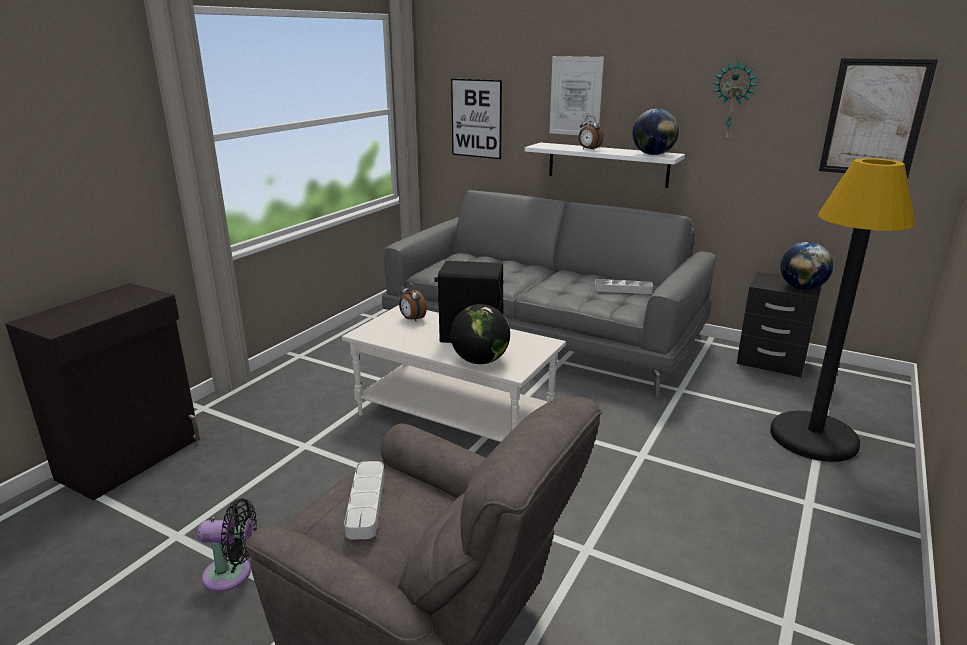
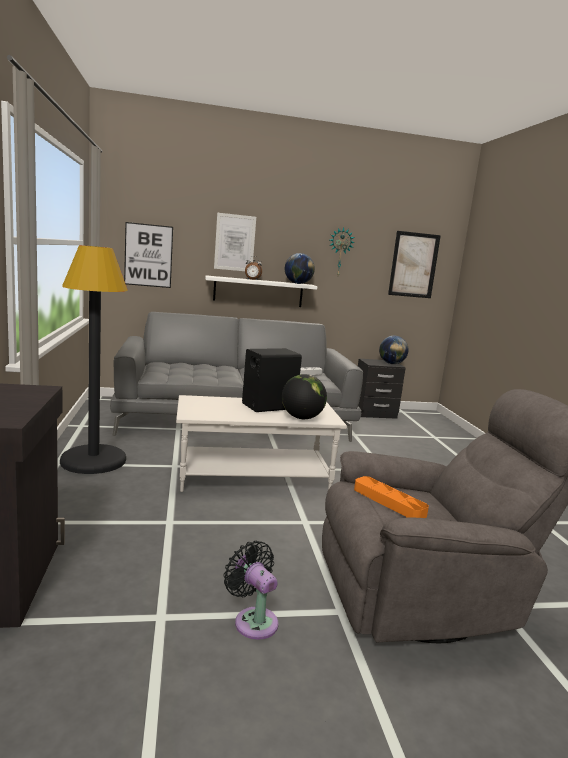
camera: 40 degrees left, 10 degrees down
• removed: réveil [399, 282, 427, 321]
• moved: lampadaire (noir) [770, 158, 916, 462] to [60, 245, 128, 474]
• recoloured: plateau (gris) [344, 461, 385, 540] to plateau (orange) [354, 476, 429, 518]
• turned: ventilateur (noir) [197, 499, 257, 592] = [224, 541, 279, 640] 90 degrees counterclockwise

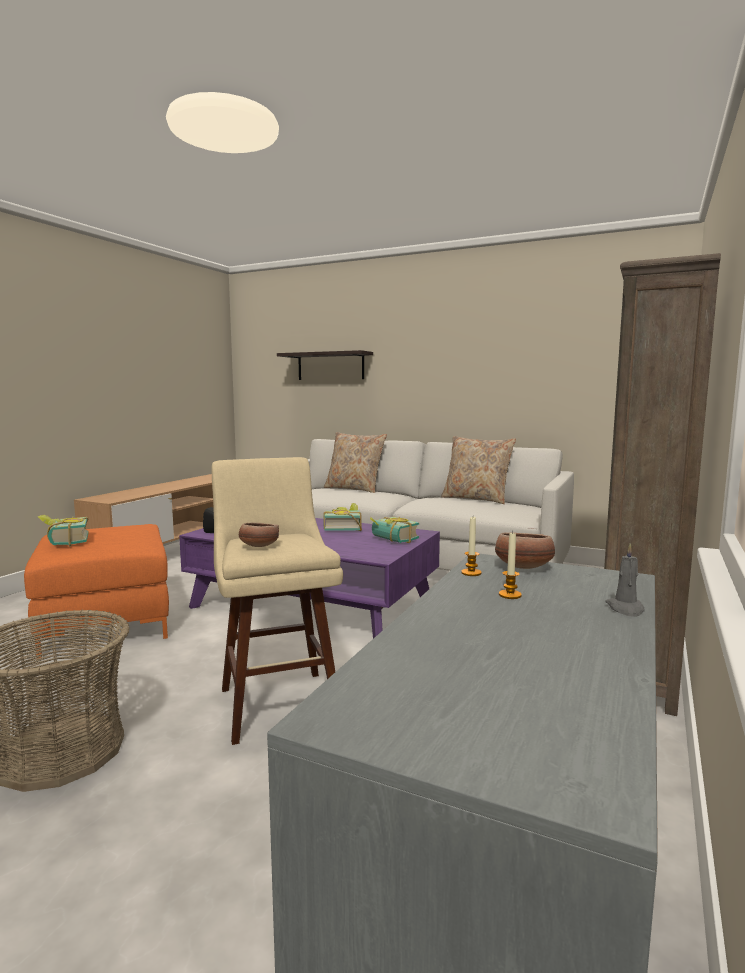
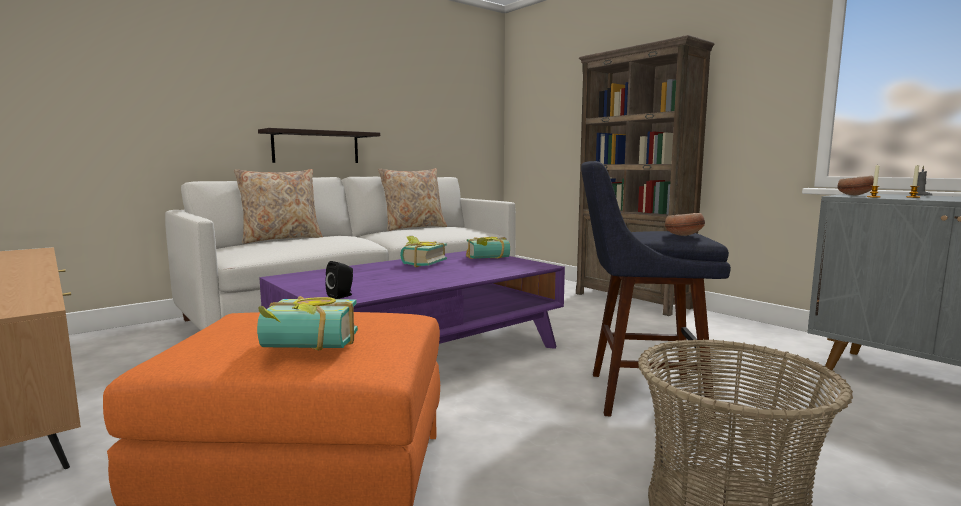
camera: 65 degrees left, 0 degrees up
• moved: étagère [277, 350, 373, 380] to [258, 128, 380, 163]
• recoloured: tabouret (beige) [212, 457, 343, 745] to tabouret (bleu) [581, 161, 731, 419]

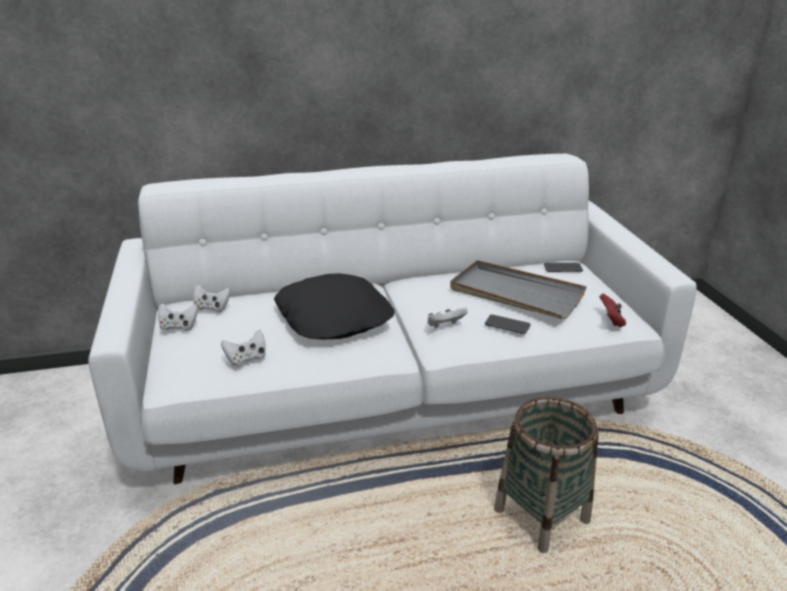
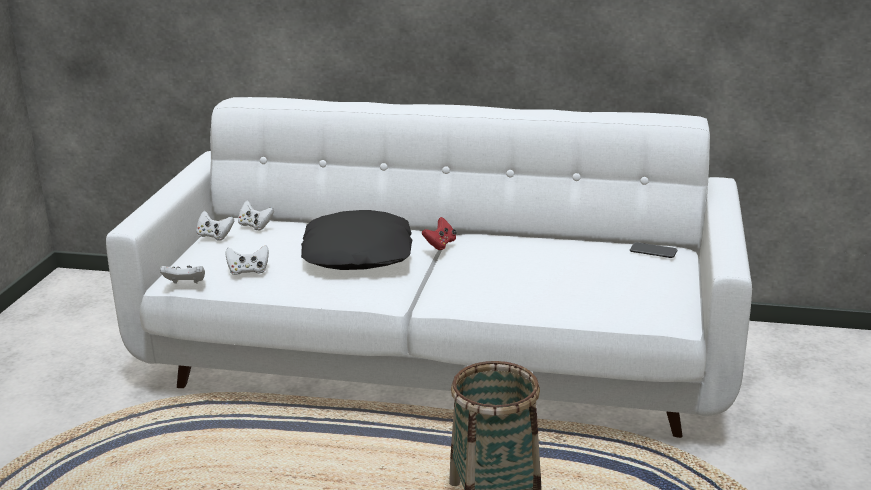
camera: 25 degrees right, 5 degrees down
• removed: plateau (gris) [450, 260, 587, 319]
• removed: téléphone [485, 315, 530, 334]
• moved: manette (blanc) [427, 308, 468, 328] to [160, 266, 205, 283]
• moved: manette (rouge) [600, 294, 626, 327] to [422, 217, 457, 250]

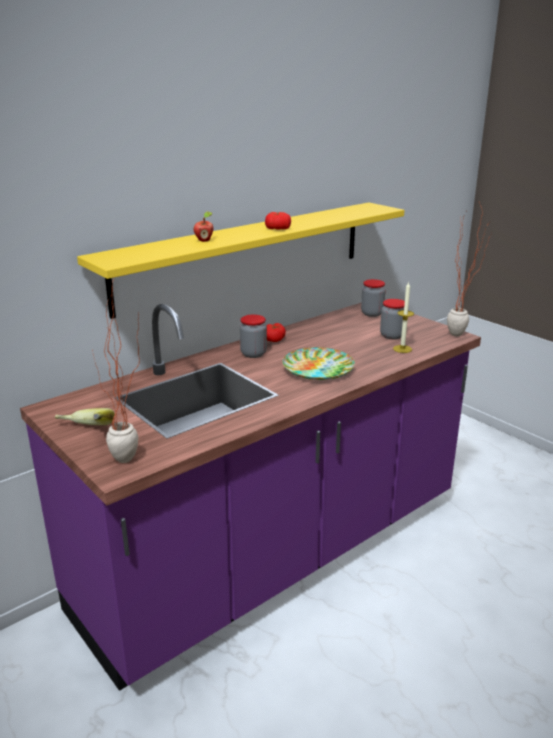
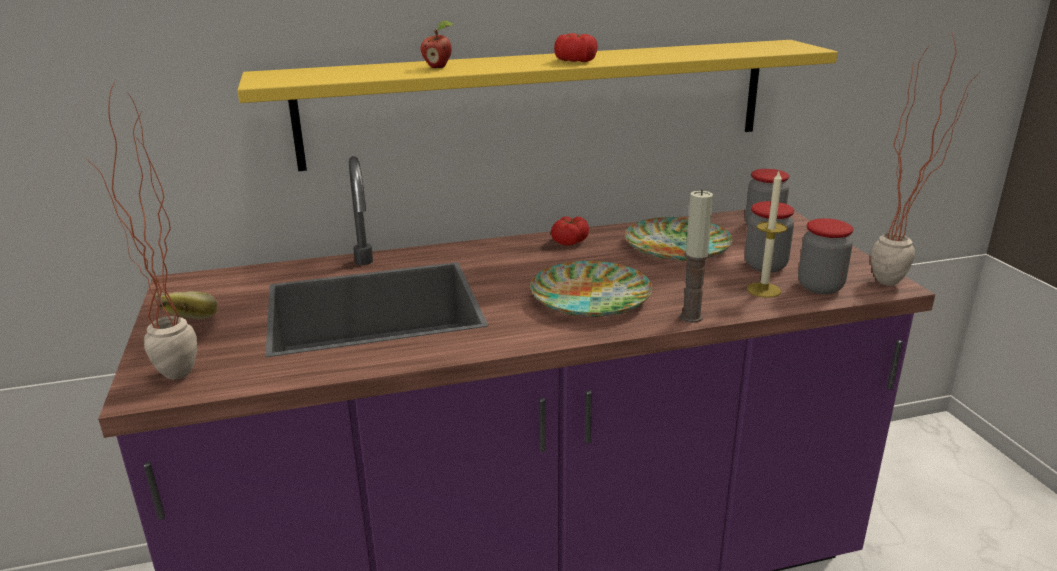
camera: 25 degrees right, 0 degrees up
• added: assiette [625, 217, 733, 261]
• added: bougie [680, 190, 713, 323]
• moved: bocal [240, 314, 267, 358] to [798, 218, 853, 294]

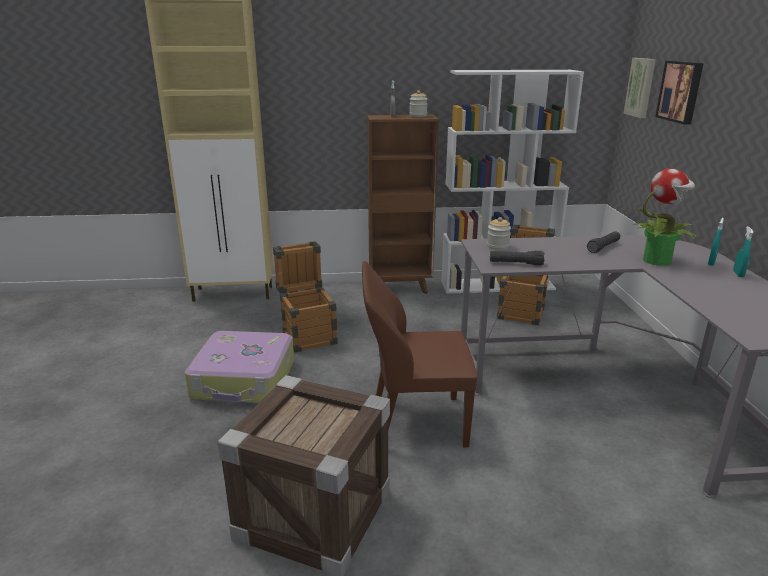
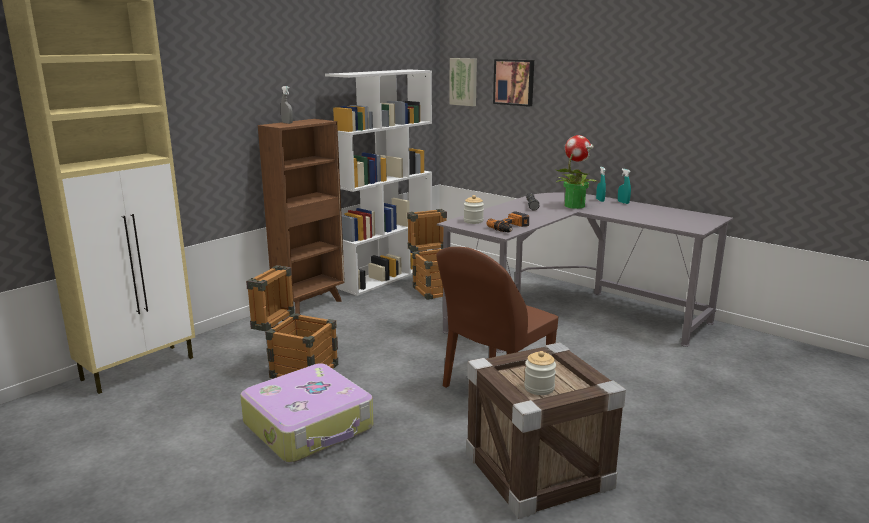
camera: 45 degrees left, 5 degrees down
• moved: bocal [409, 90, 428, 117] to [524, 351, 556, 395]
• replaced: lampe de poche (noir) [490, 251, 545, 265] to perceuse [487, 211, 529, 233]

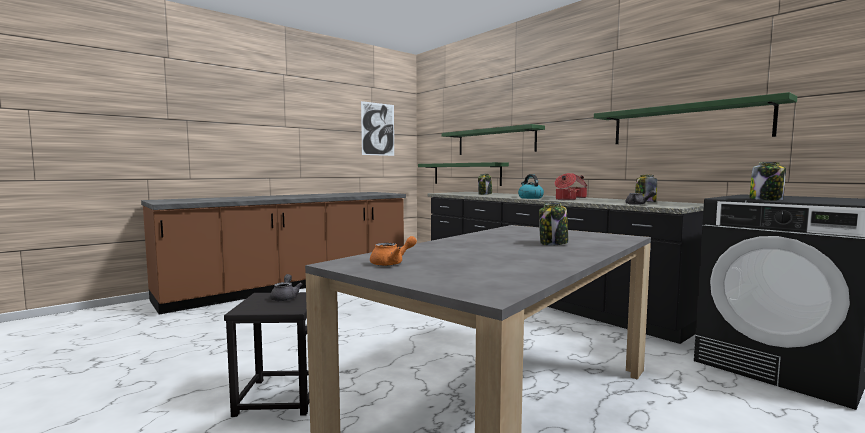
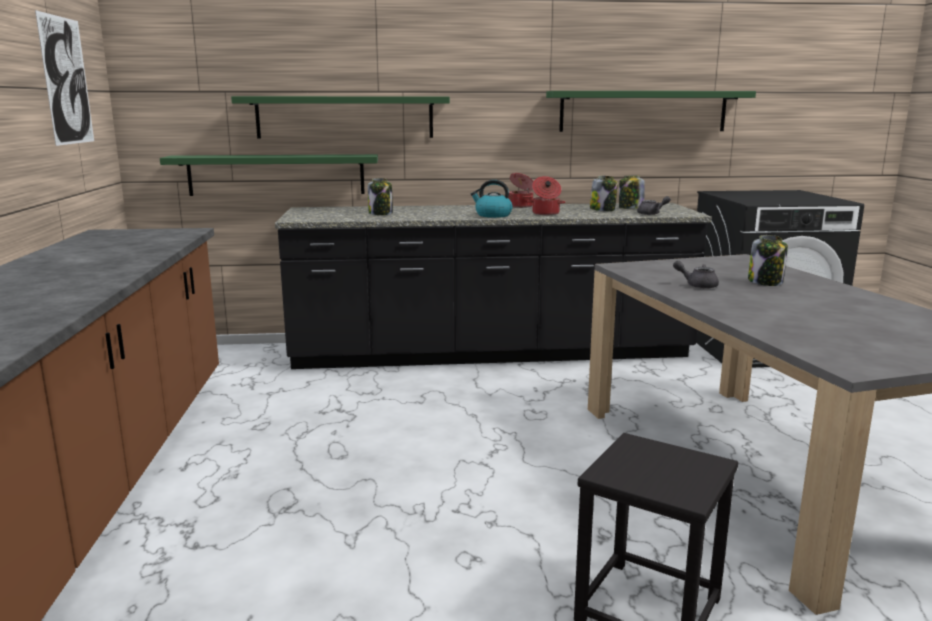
camera: 55 degrees left, 10 degrees up
• removed: théière (orange) [370, 236, 417, 266]
• moved: théière (gris) [270, 274, 302, 301] to [673, 260, 719, 289]
• moved: bocal [750, 162, 786, 201] to [590, 176, 618, 211]

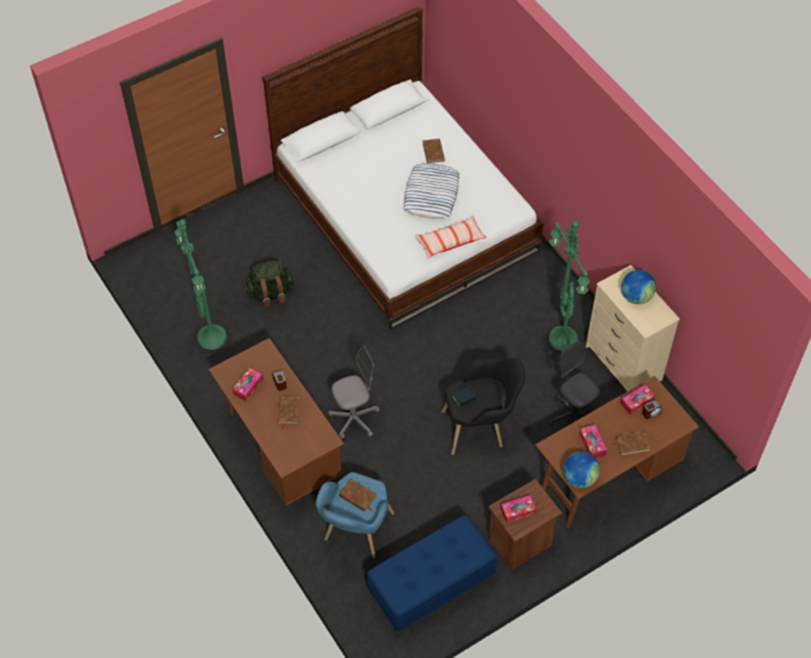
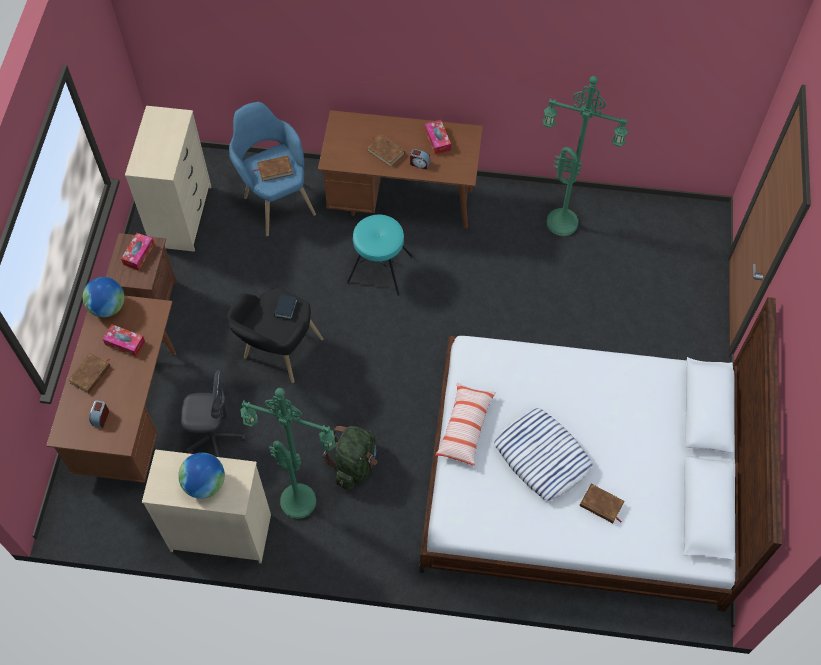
camera: 130 degrees right, 5 degrees up
• removed: boîte à mouchoirs [620, 384, 655, 415]
• moved: sac à dos (vert) [245, 261, 295, 309] to [323, 426, 377, 490]
• replaced: chaise de bureau (gris) [328, 346, 380, 439] to tabouret (turquoise) [347, 215, 412, 296]
• replaced: banc (bleu) [366, 515, 497, 634] to commode (beige) [125, 106, 211, 252]

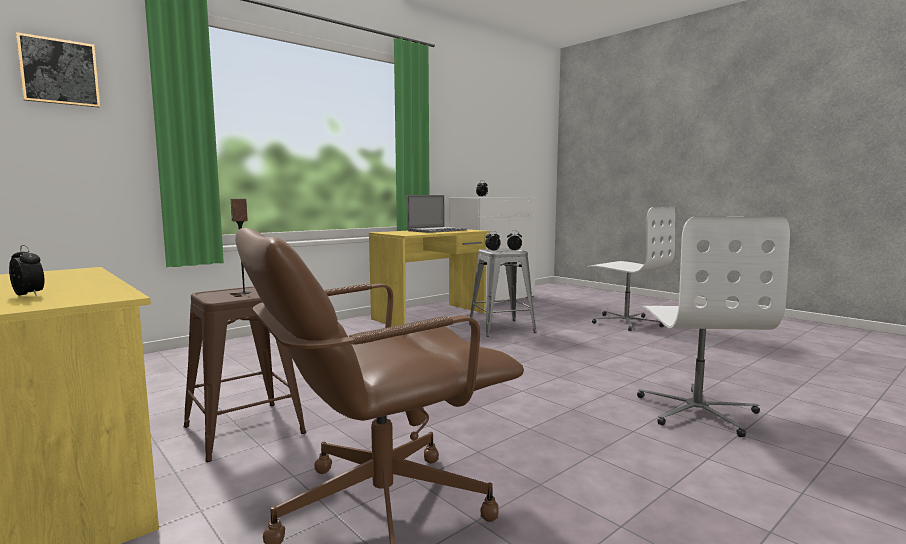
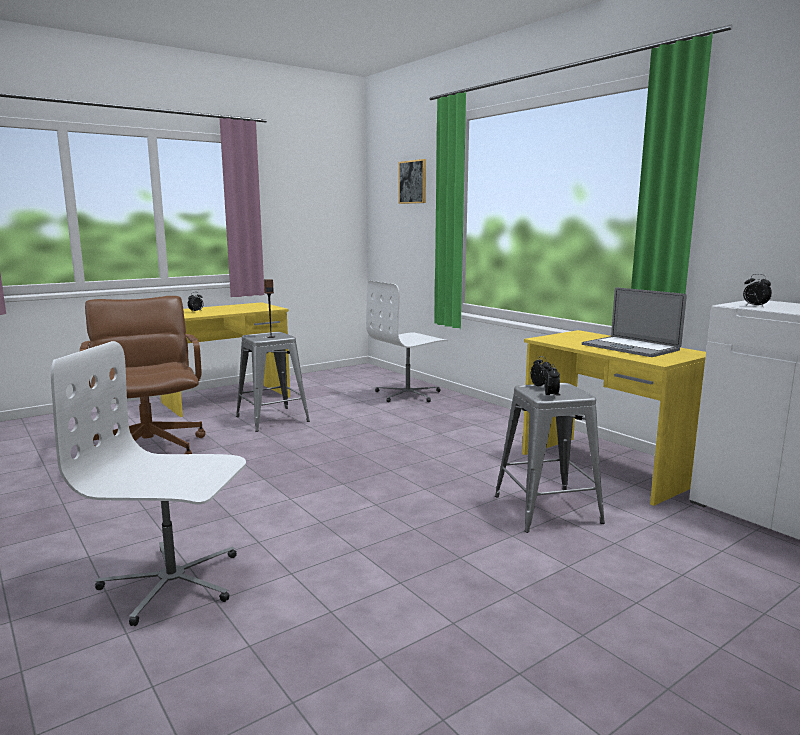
camera: 95 degrees right, 5 degrees up
• moved: chaise de bureau (blanc) [588, 207, 675, 331] to [366, 281, 448, 402]
• recoloured: tabouret (marron) [183, 286, 306, 462] to tabouret (gris) [236, 332, 310, 432]

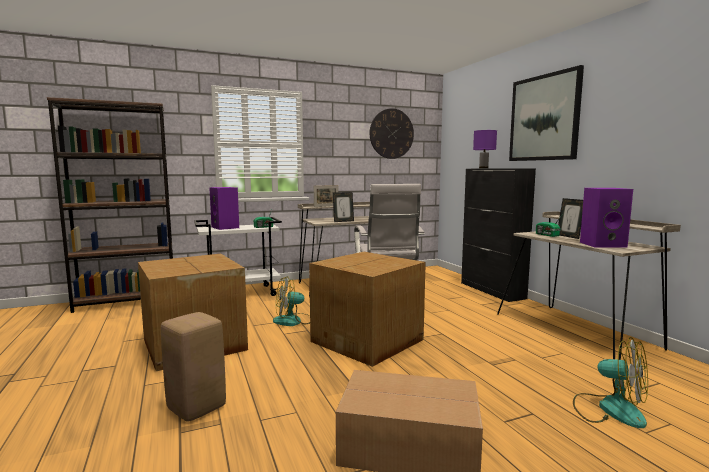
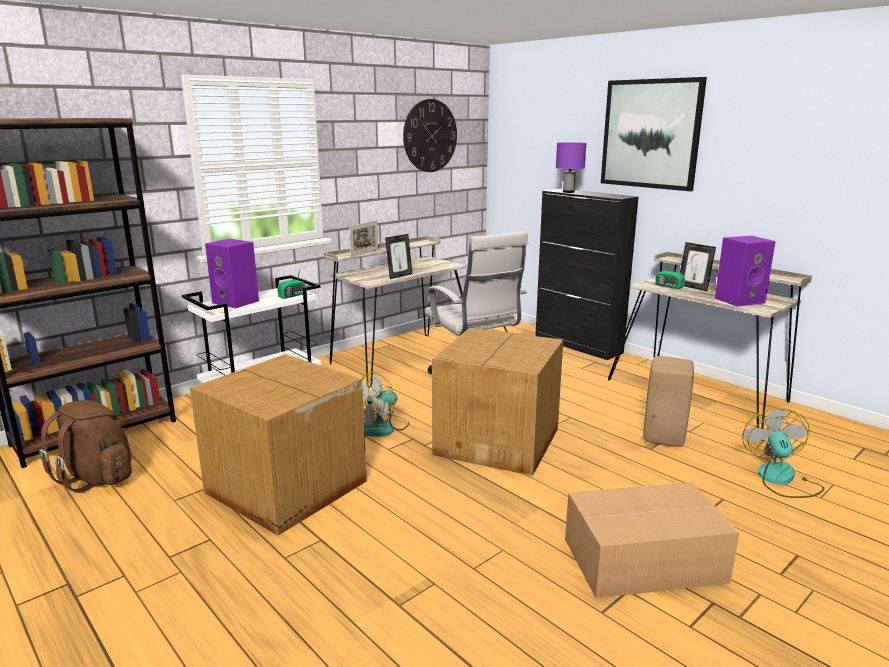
camera: 20 degrees left, 10 degrees up
• added: sac à dos (marron) [39, 400, 132, 493]
• moved: tabouret (beige) [161, 312, 226, 422] to [643, 356, 694, 447]
• turned: ventilateur [573, 337, 648, 428] = [742, 408, 824, 498] 105 degrees counterclockwise

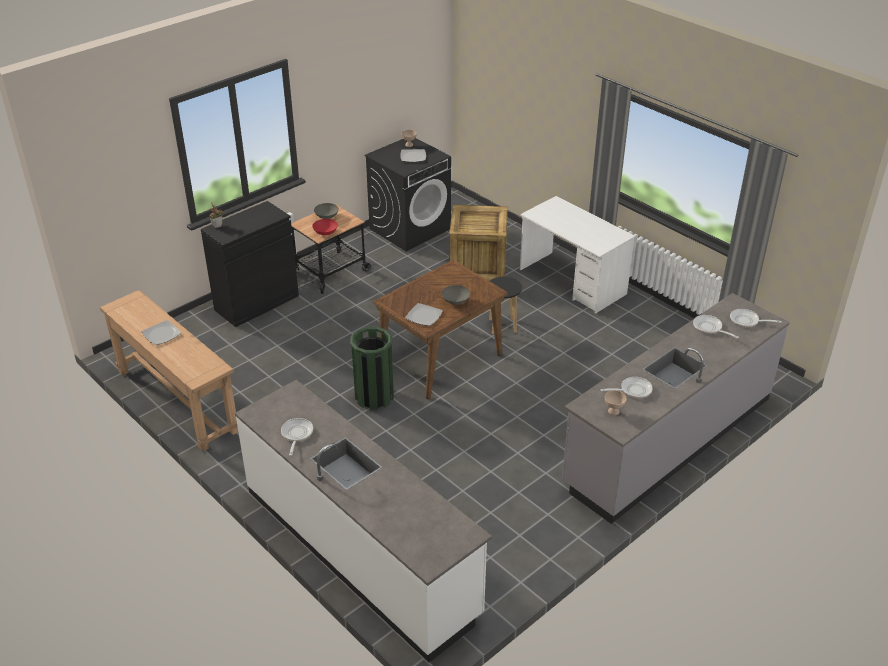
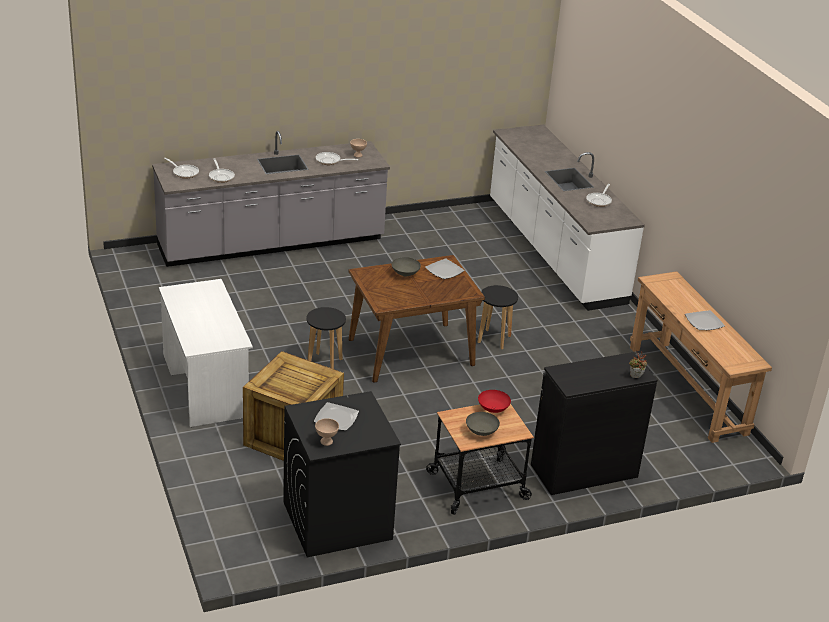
camera: 160 degrees left, 5 degrees down
• replaced: poubelle (vert) [350, 327, 394, 410] to tabouret (noir) [478, 285, 518, 349]

